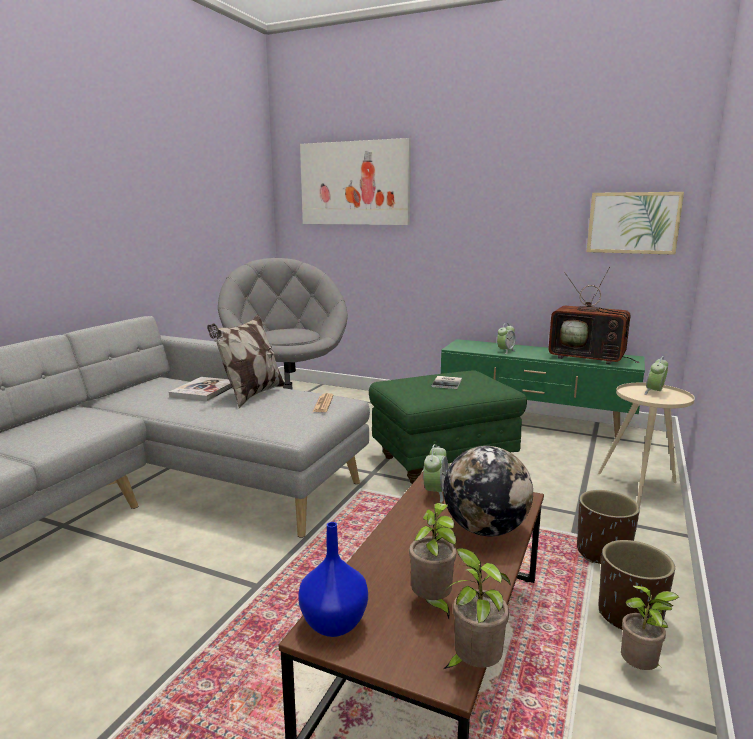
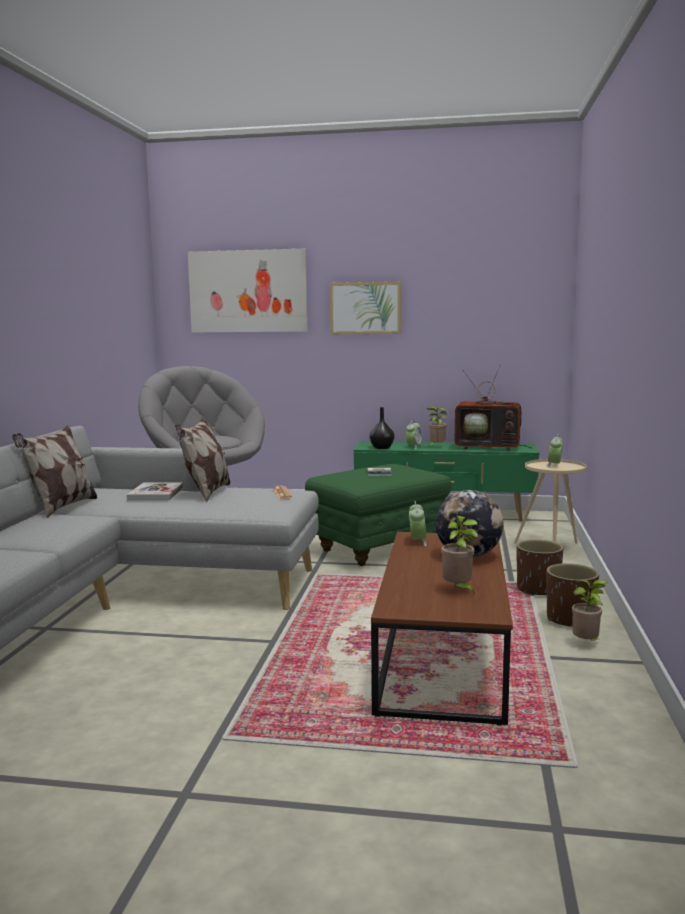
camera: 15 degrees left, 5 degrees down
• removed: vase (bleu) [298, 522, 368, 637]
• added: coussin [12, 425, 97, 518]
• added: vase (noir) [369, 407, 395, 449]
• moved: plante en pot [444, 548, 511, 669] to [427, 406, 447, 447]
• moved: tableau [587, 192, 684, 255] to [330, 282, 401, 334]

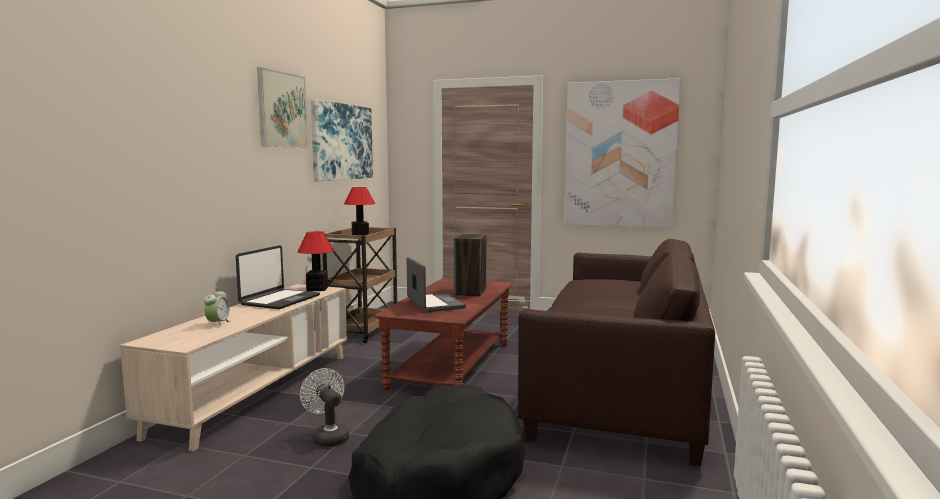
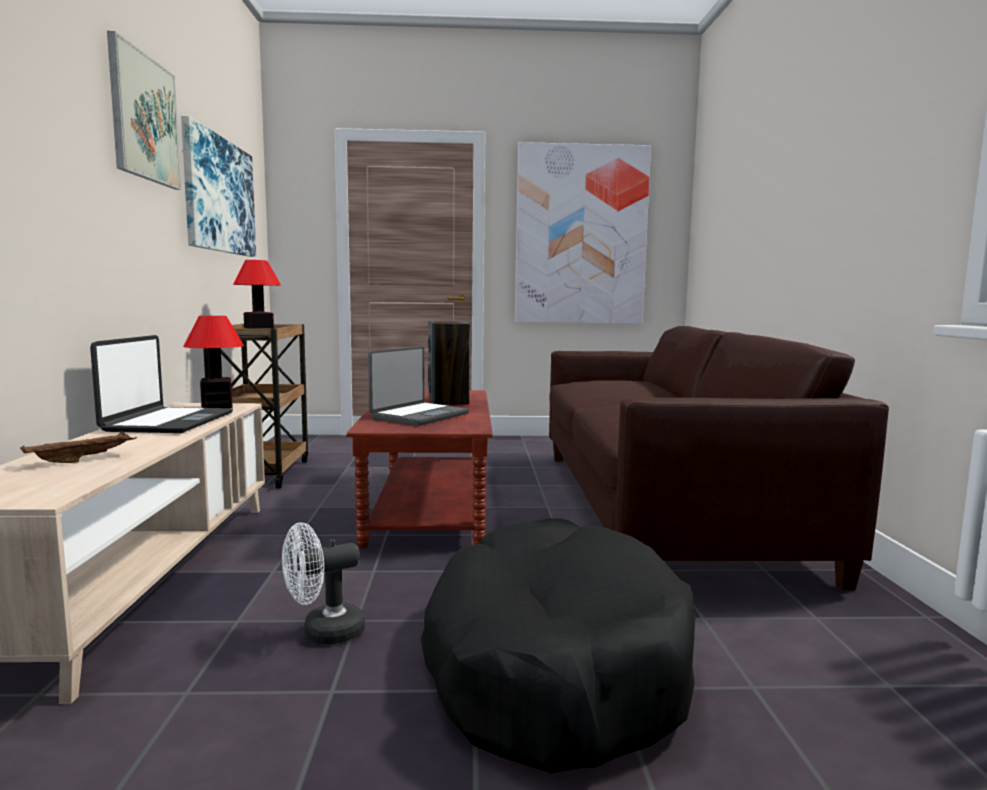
camera: 20 degrees left, 0 degrees up
• replaced: réveil [204, 288, 230, 328] to plateau (marron) [20, 431, 137, 463]
• turned: ventilateur (blanc) [300, 368, 349, 447] = [282, 523, 365, 645] 60 degrees counterclockwise
• turned: ordinateur portable [407, 257, 466, 312] = [368, 347, 470, 426] 75 degrees clockwise

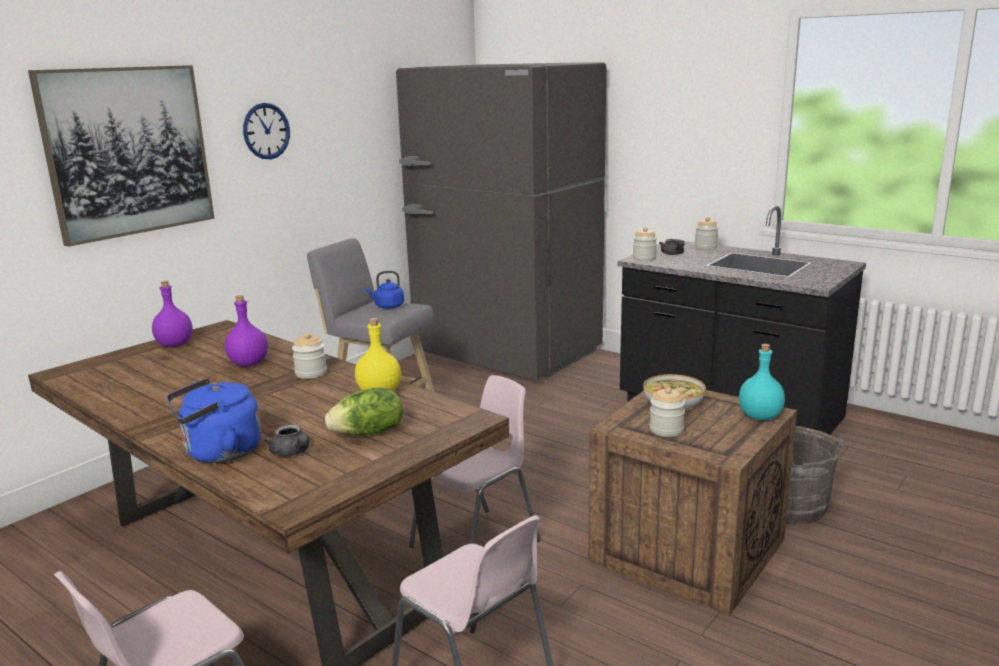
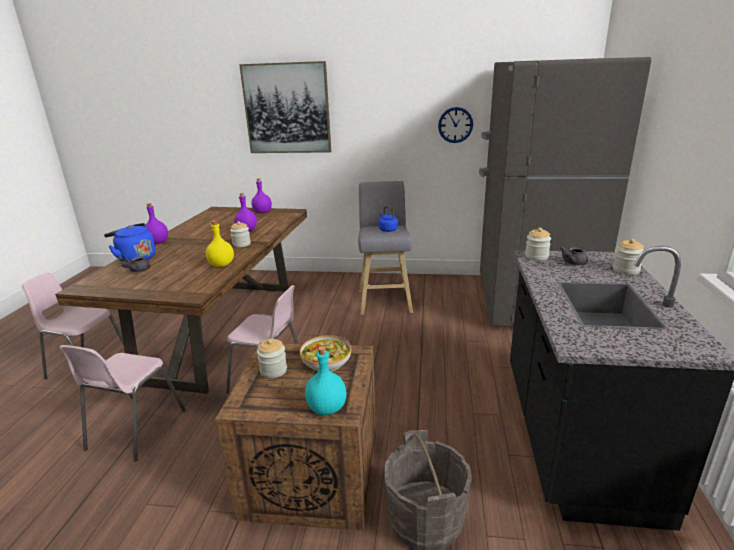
camera: 60 degrees right, 5 degrees up
• removed: laitue [325, 388, 403, 436]
• added: bouteille (violet) [145, 203, 168, 244]
• moved: horloge murale [243, 103, 290, 159] to [438, 107, 473, 143]

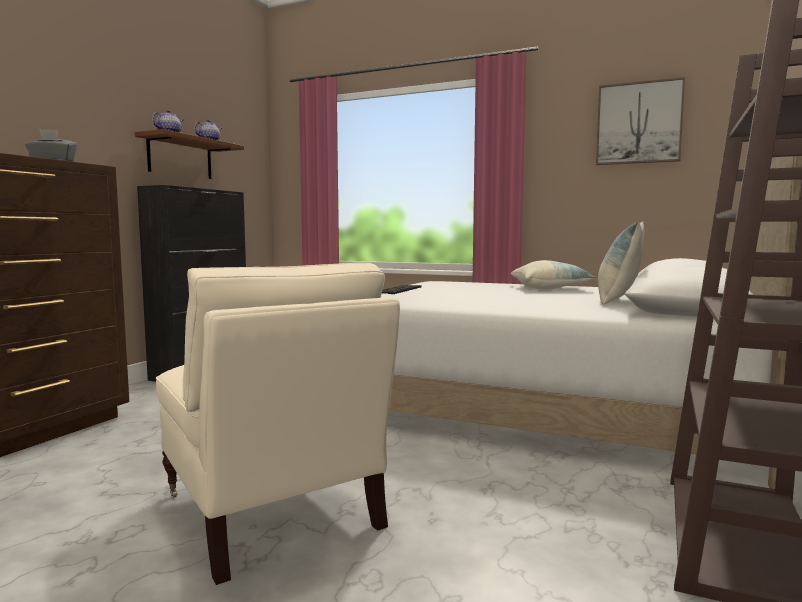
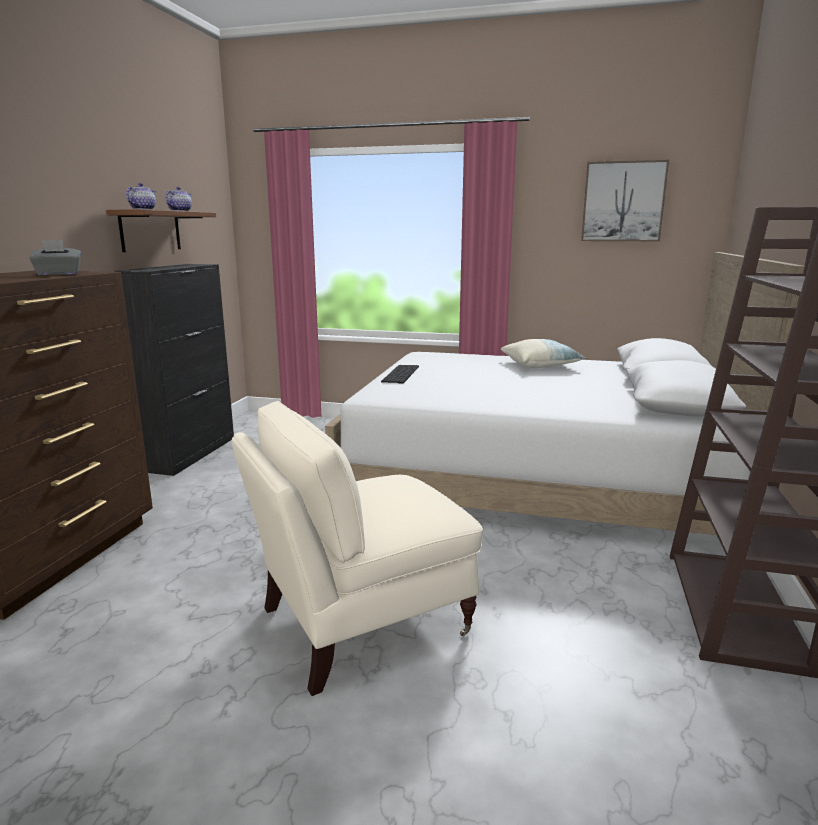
camera: 10 degrees left, 10 degrees up
• removed: coussin [598, 221, 645, 304]
• turned: fauteuil (beige) [156, 263, 400, 585] = [232, 400, 483, 696] 105 degrees clockwise

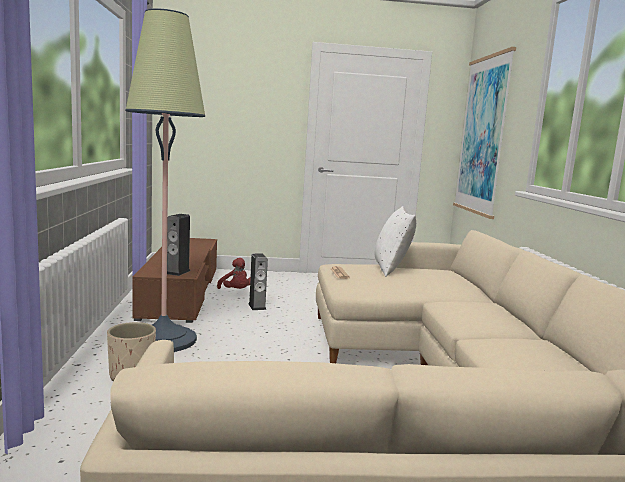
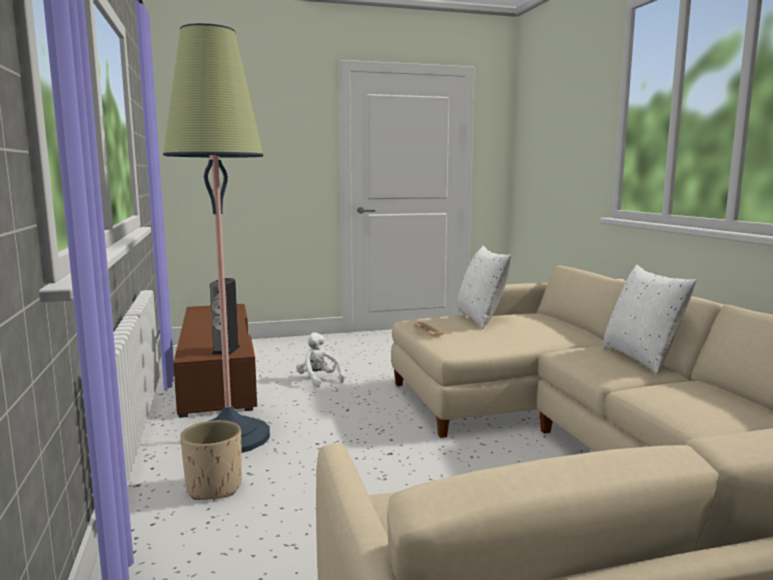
camera: 10 degrees left, 0 degrees up
• removed: peluche (rouge) [217, 258, 250, 289]
• removed: tableau [453, 47, 516, 219]
• added: coussin (blanc) [603, 265, 697, 374]
• replaced: enceinte [248, 253, 268, 310] to peluche (blanc) [296, 332, 344, 388]

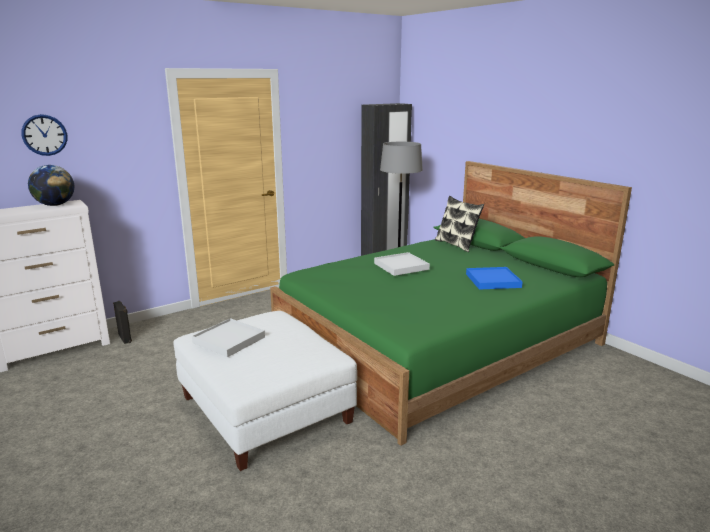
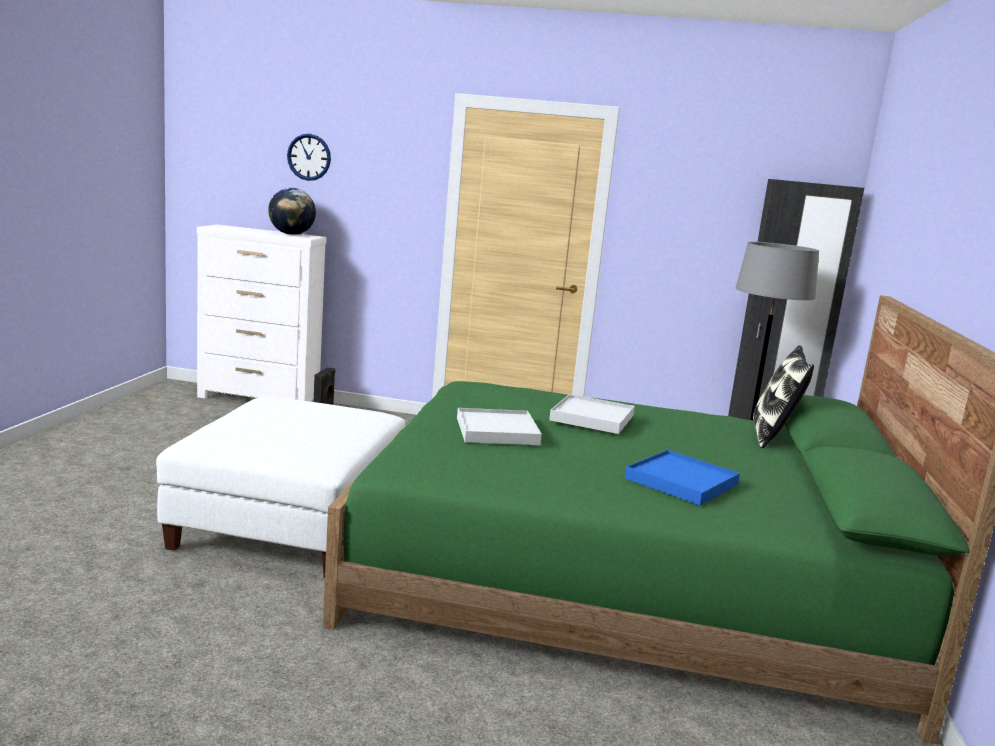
camera: 45 degrees right, 5 degrees down
• moved: plateau (blanc) [192, 318, 265, 357] to [457, 408, 542, 445]

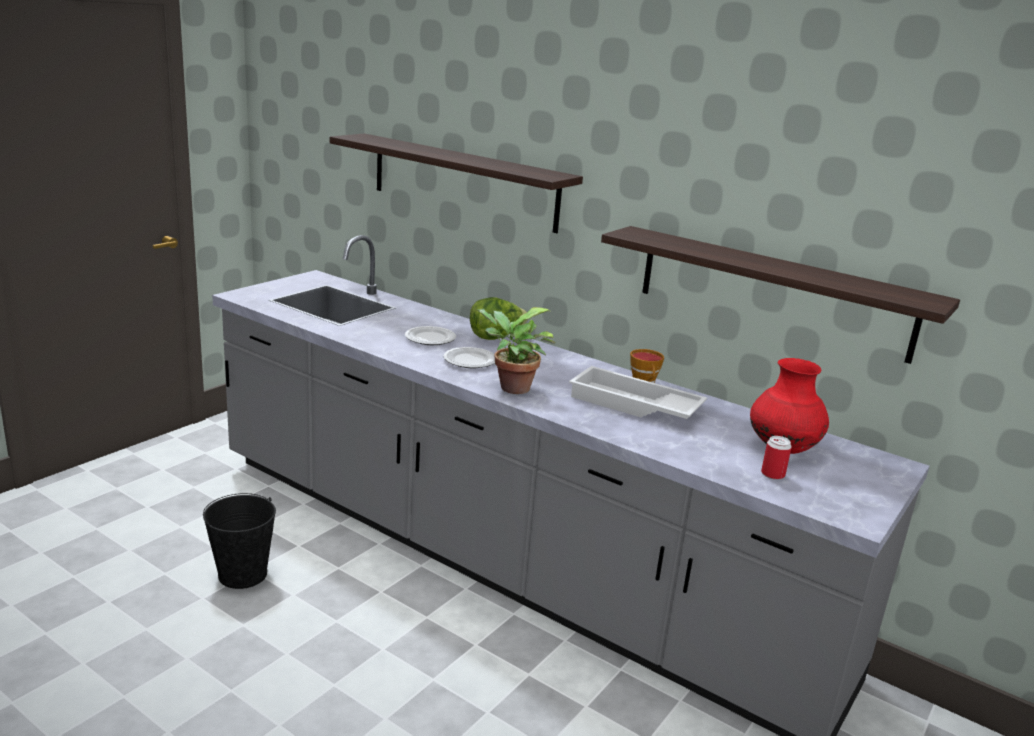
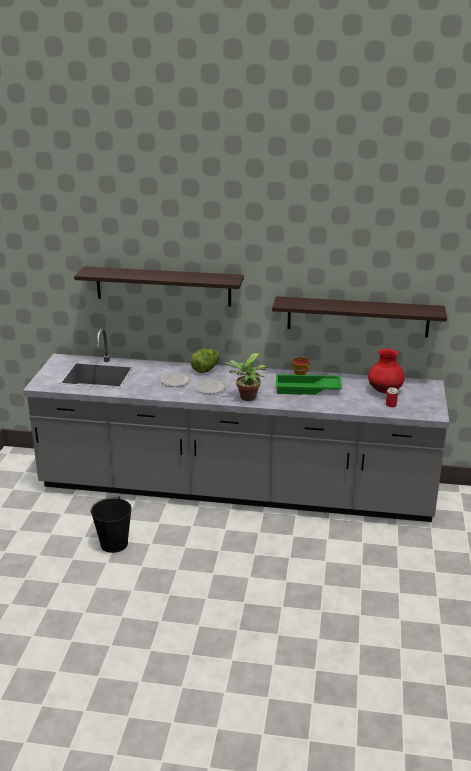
camera: 25 degrees left, 5 degrees up
• recoloured: plateau (blanc) [569, 366, 707, 419] to plateau (vert) [276, 374, 342, 395]

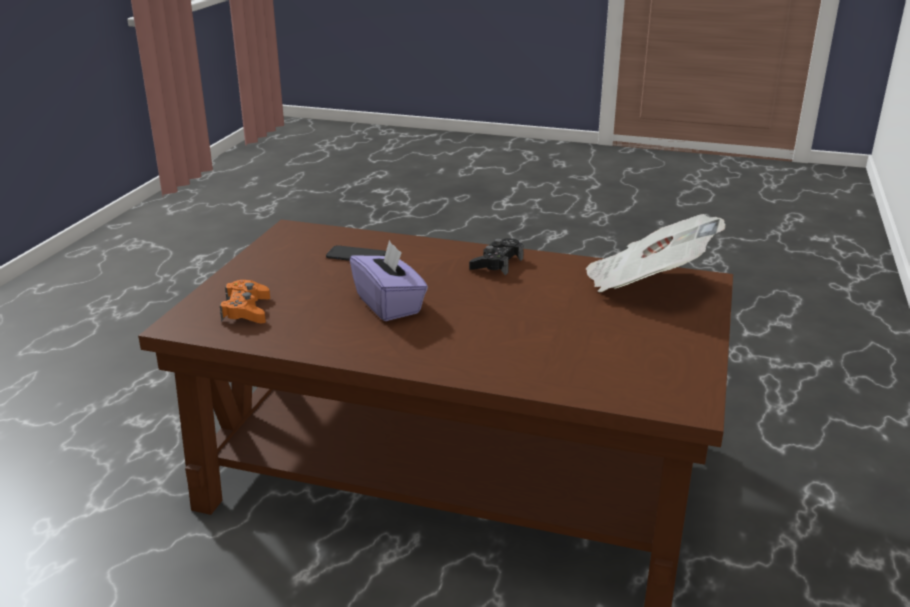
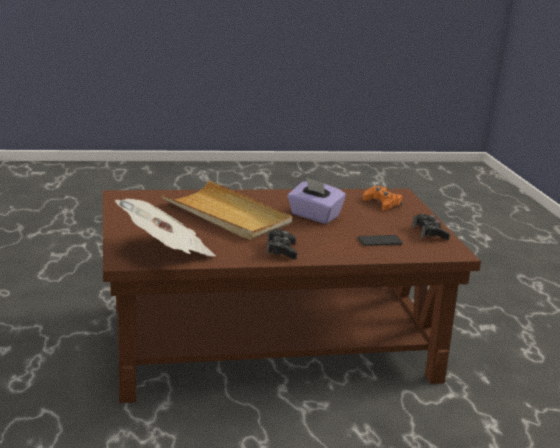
camera: 150 degrees right, 5 degrees down
• added: plateau (beige) [160, 180, 292, 240]
• added: manette (noir) [412, 214, 450, 240]

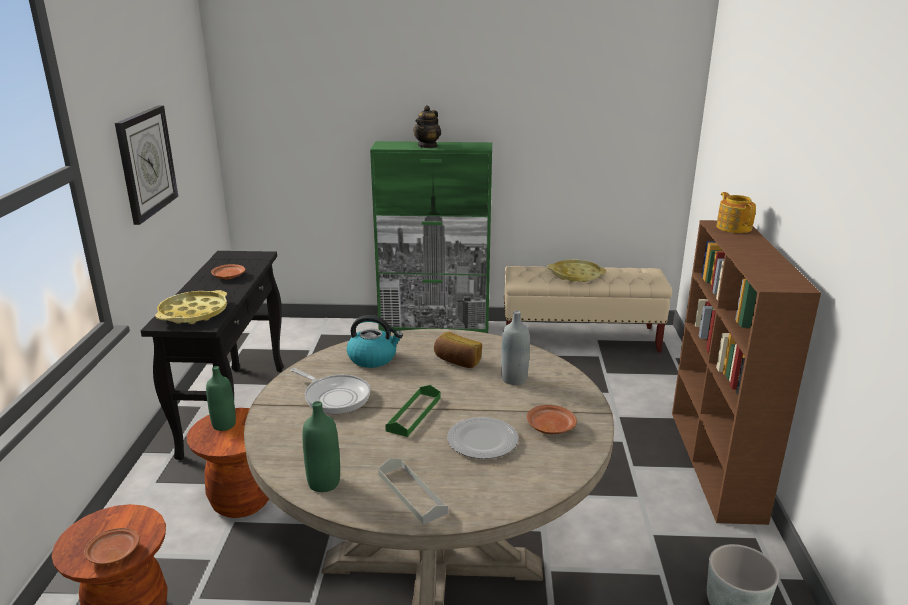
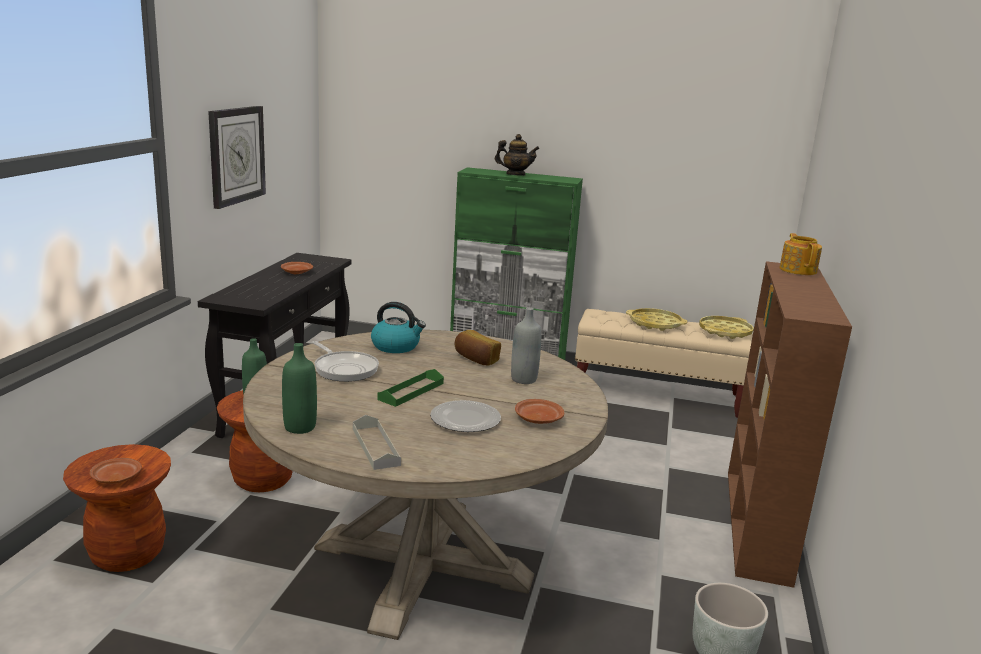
camera: 10 degrees right, 5 degrees down
• moved: plateau (jaune) [155, 290, 227, 324] to [699, 316, 754, 339]
• turned: théière [413, 105, 441, 148] = [495, 134, 539, 176] 120 degrees counterclockwise

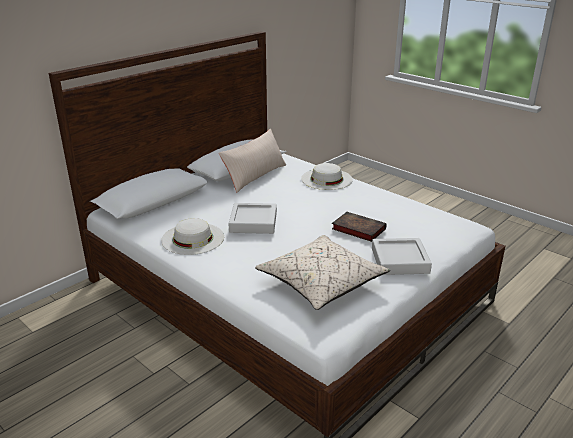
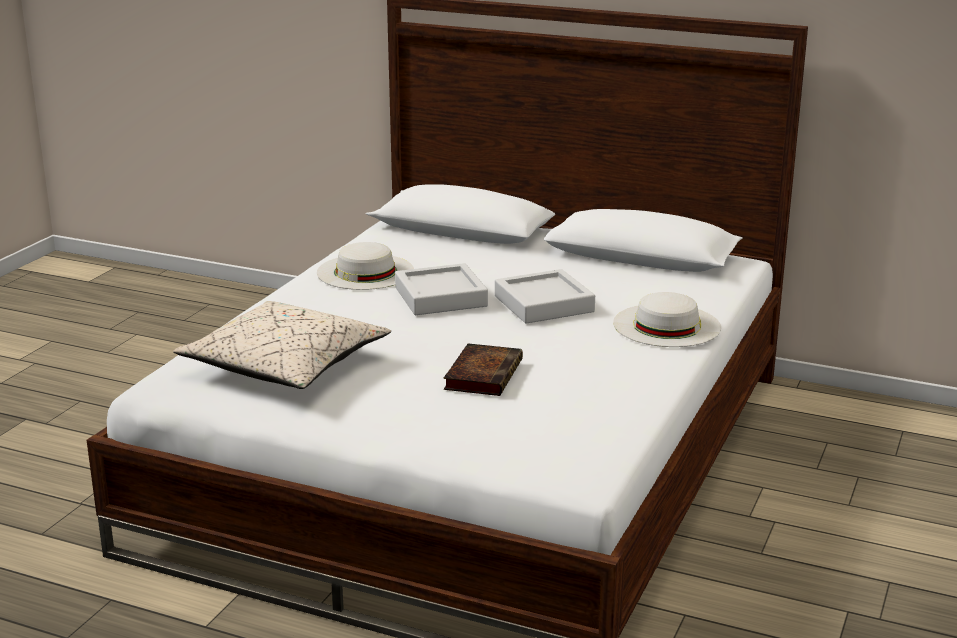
camera: 70 degrees right, 5 degrees down
• removed: coussin (beige) [219, 129, 286, 193]
• moved: plateau (gris) [372, 238, 432, 275] to [495, 269, 595, 324]

